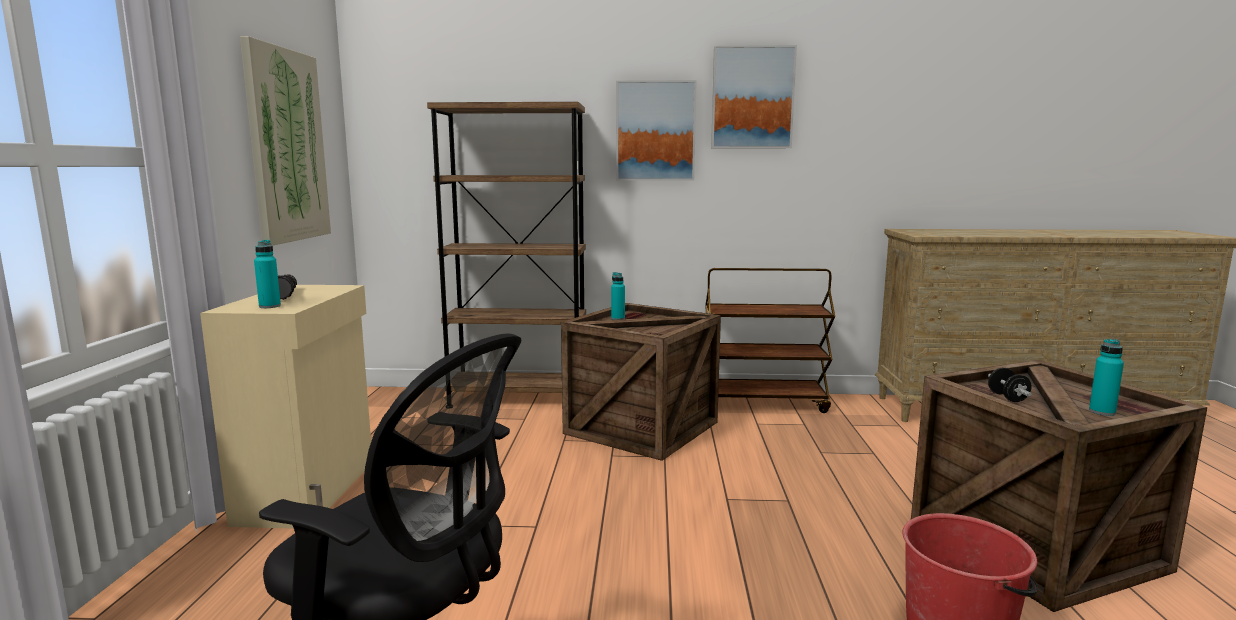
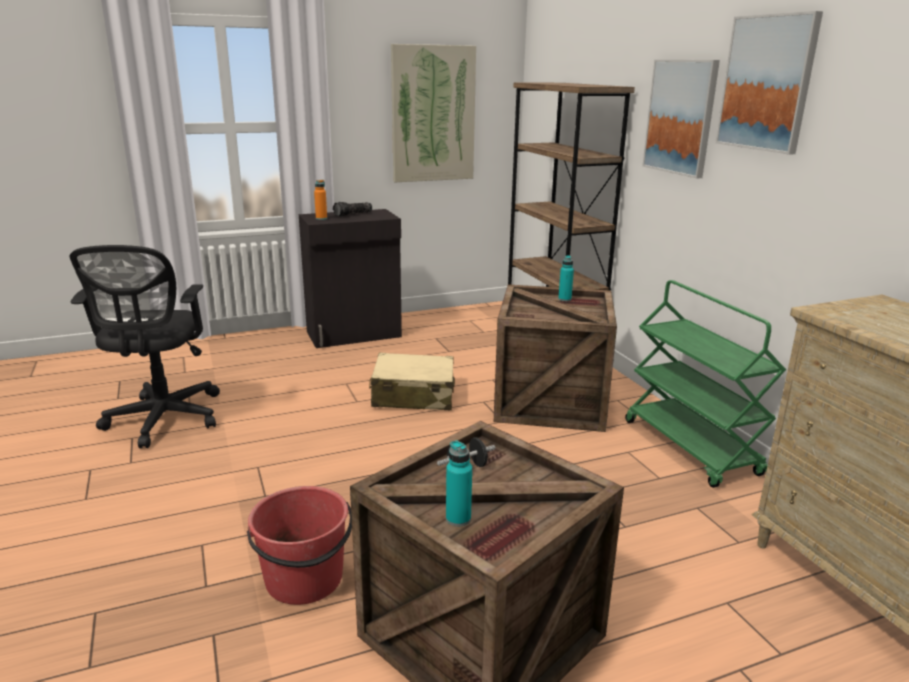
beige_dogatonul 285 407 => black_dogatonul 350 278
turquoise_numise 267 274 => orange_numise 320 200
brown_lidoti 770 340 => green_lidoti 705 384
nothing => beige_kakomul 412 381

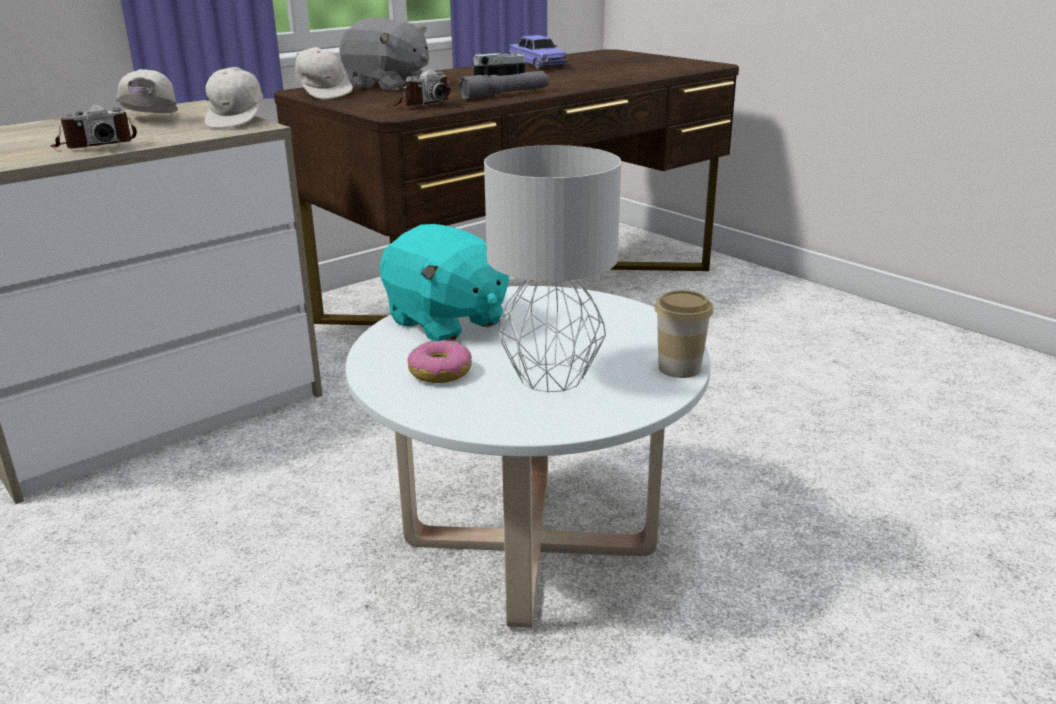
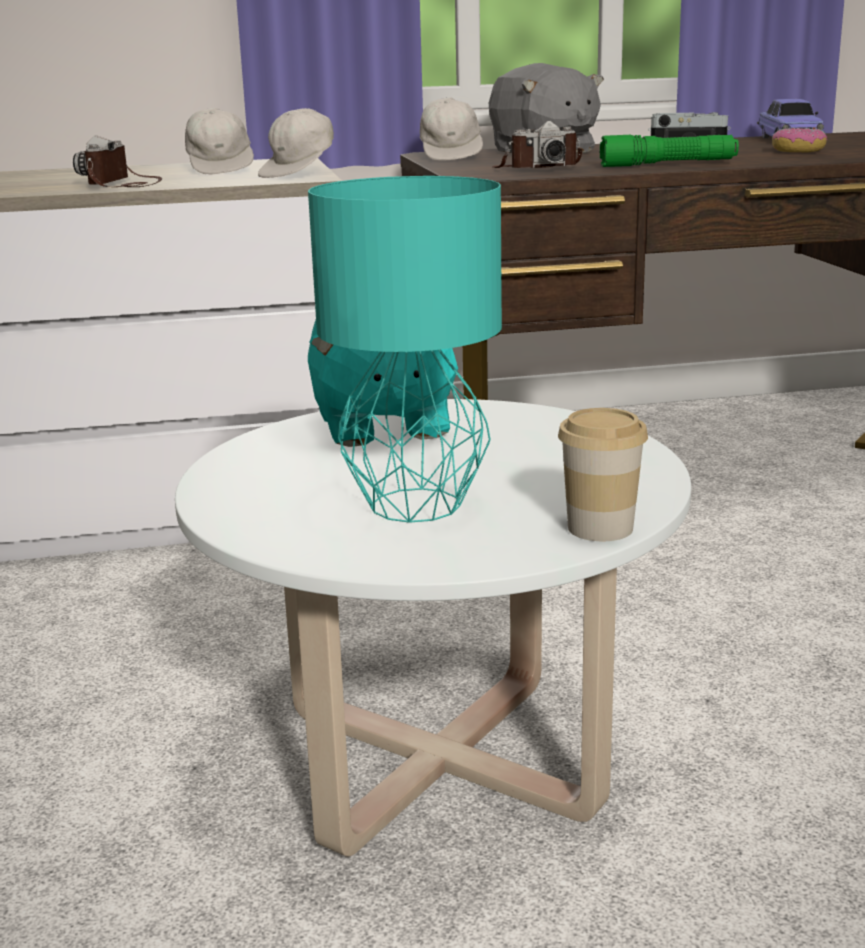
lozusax 93 126 => lozusax 117 161, 105 degrees clockwise
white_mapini 147 91 => white_mapini 219 140, 150 degrees clockwise
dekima 439 361 => dekima 799 140, shifted
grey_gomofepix 503 85 => green_gomofepix 669 151
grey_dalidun 552 268 => turquoise_dalidun 405 349

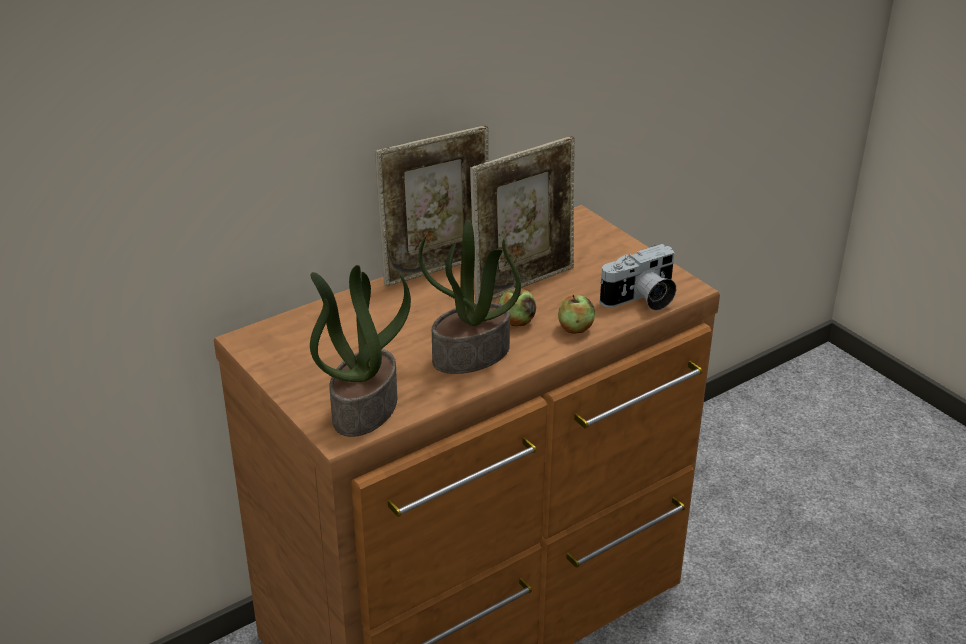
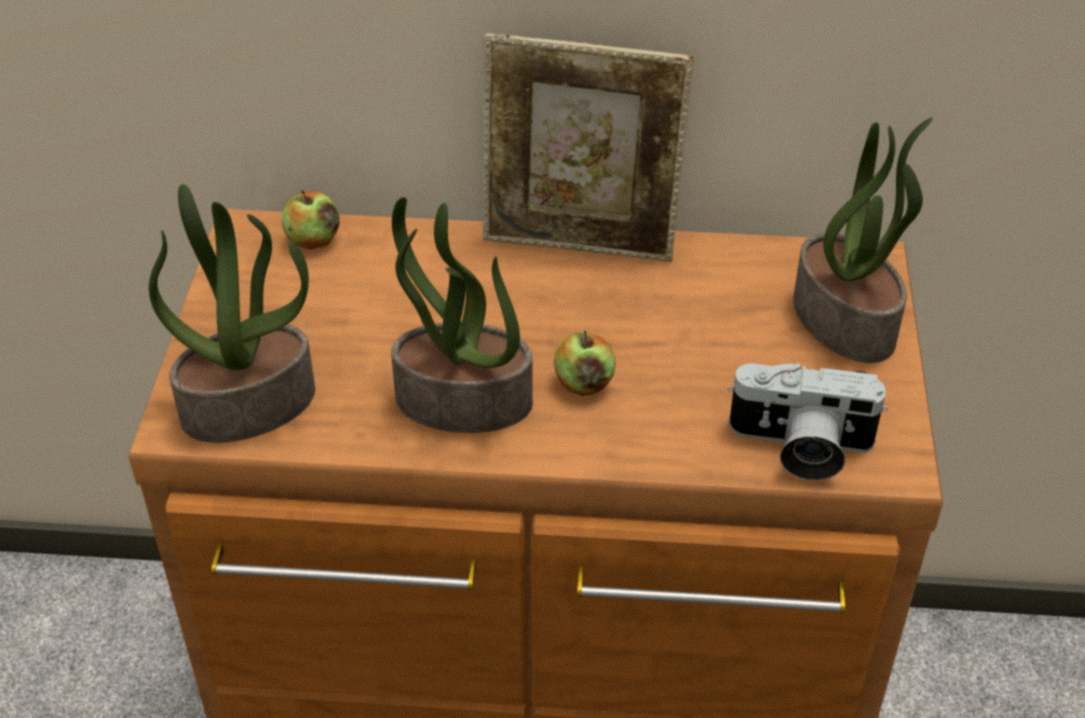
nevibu 522 219 => nothing
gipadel 576 314 => gipadel 311 219, shifted
nothing => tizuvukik 863 240

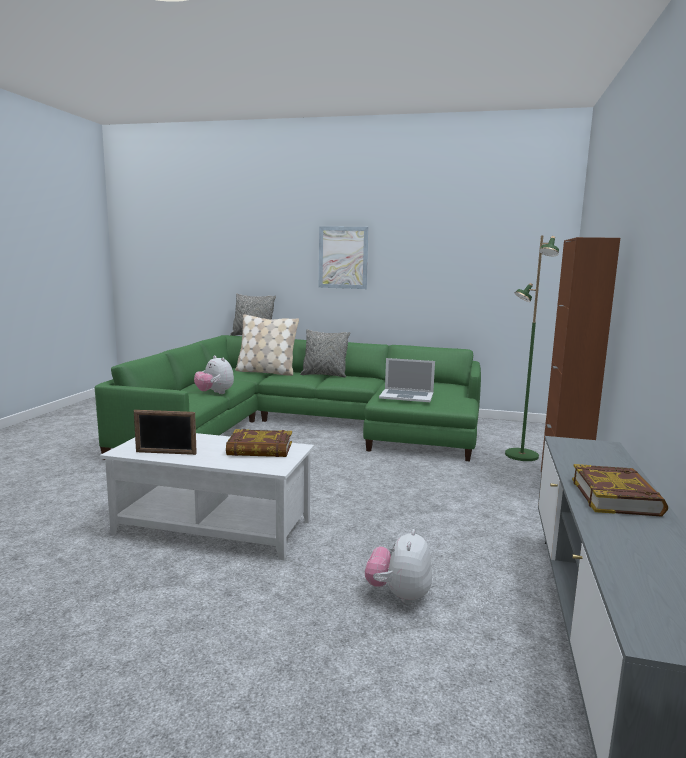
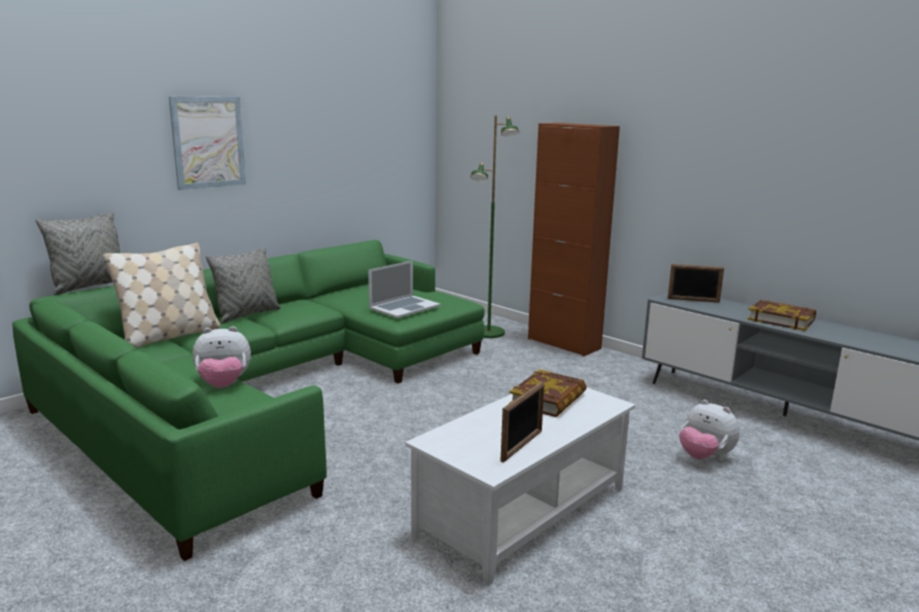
nothing => nevibu 696 283

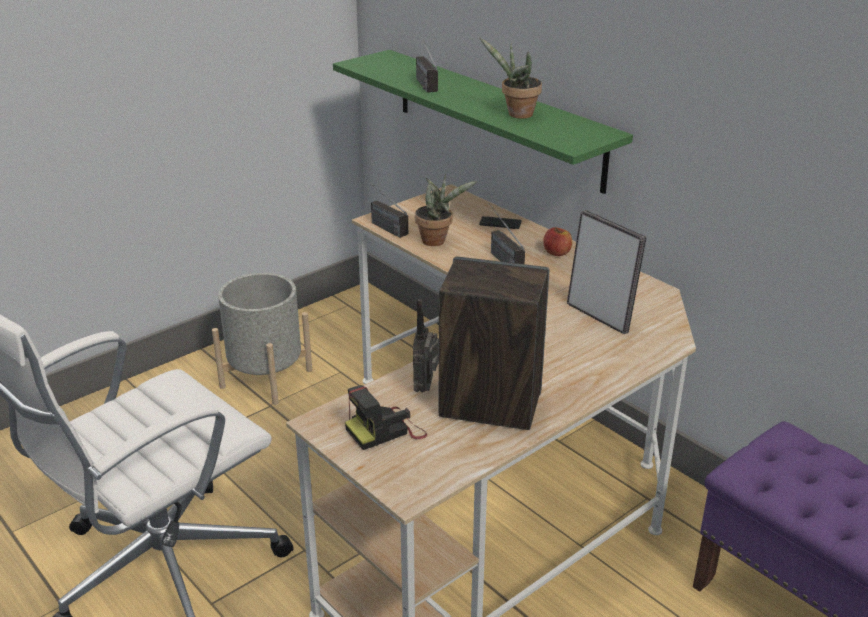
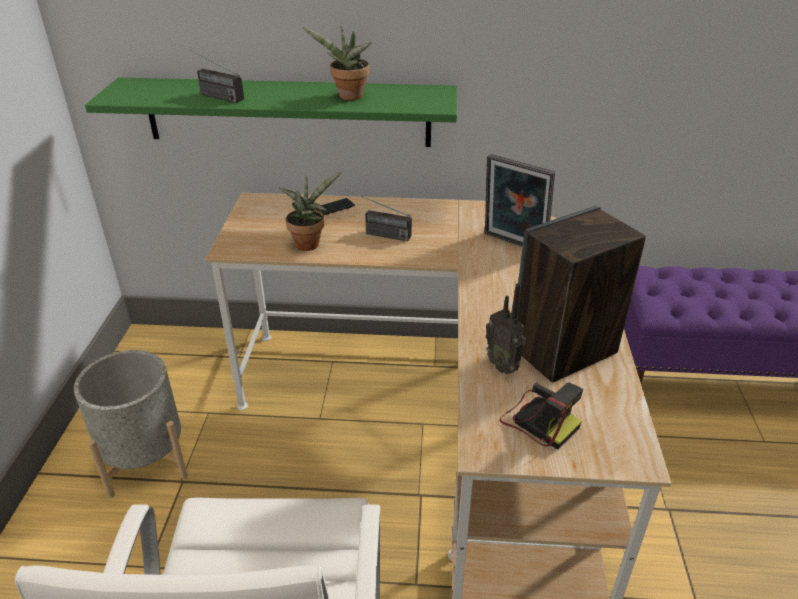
lozusax 386 417 => lozusax 541 415, 60 degrees counterclockwise
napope 387 208 => nothing
gipadel 557 241 => nothing
nevibu 607 272 => nevibu 520 200, 150 degrees counterclockwise

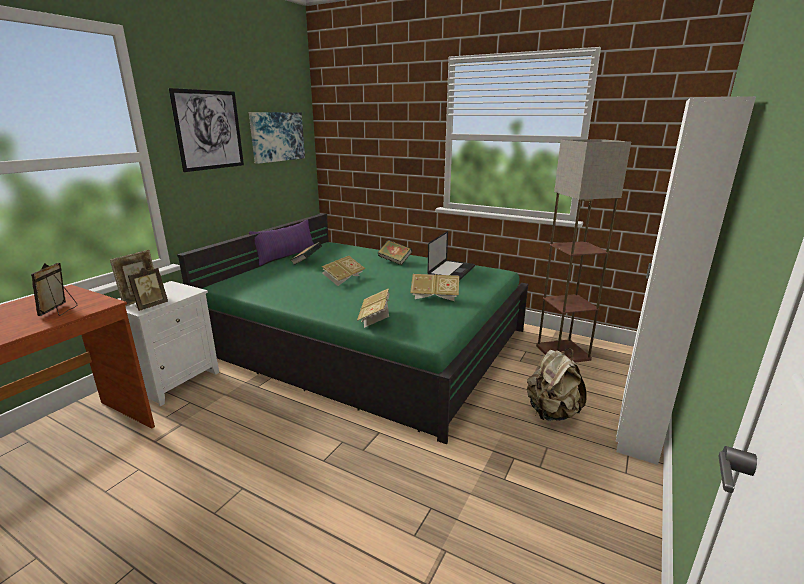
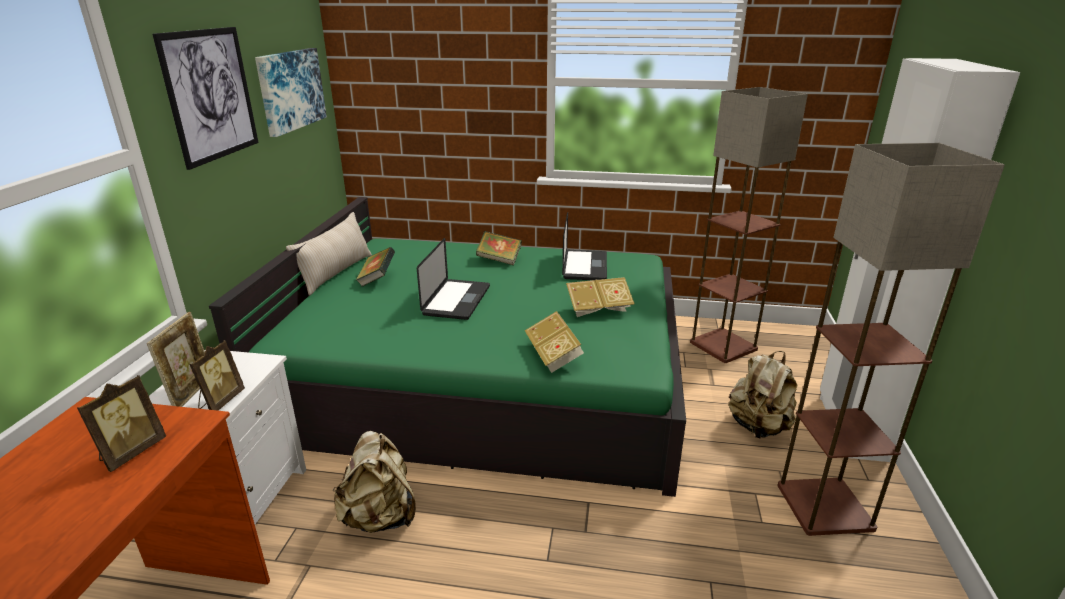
nevibu 54 289 => nevibu 121 423, 135 degrees counterclockwise
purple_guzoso 281 242 => beige_guzoso 329 253
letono 343 271 => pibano 453 279
nothing => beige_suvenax 374 482
nothing => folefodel 891 339

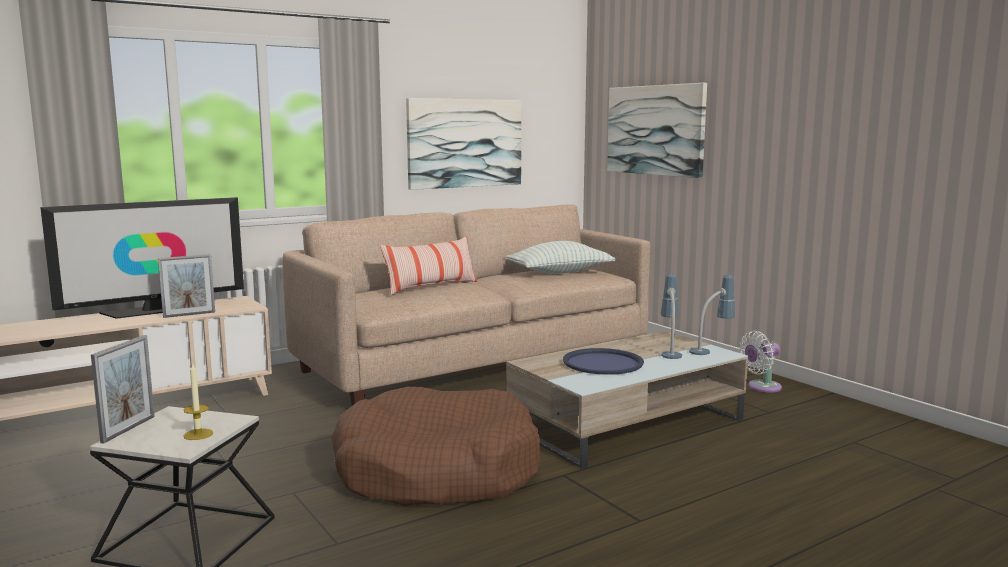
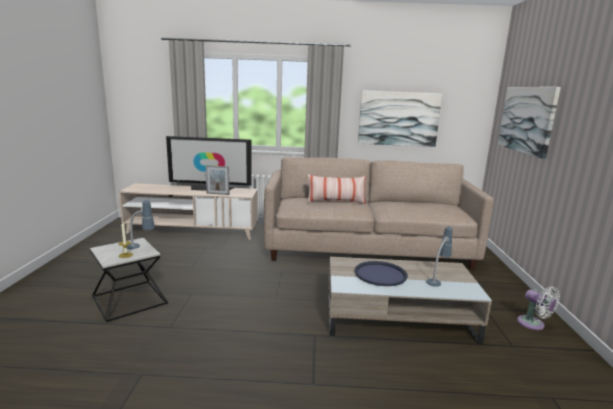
nevibu 123 389 => nothing
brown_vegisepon 436 446 => nothing
guzoso 560 257 => nothing
dalidun 712 315 => dalidun 141 224, shifted
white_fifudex 760 362 => white_fifudex 538 308, 135 degrees counterclockwise

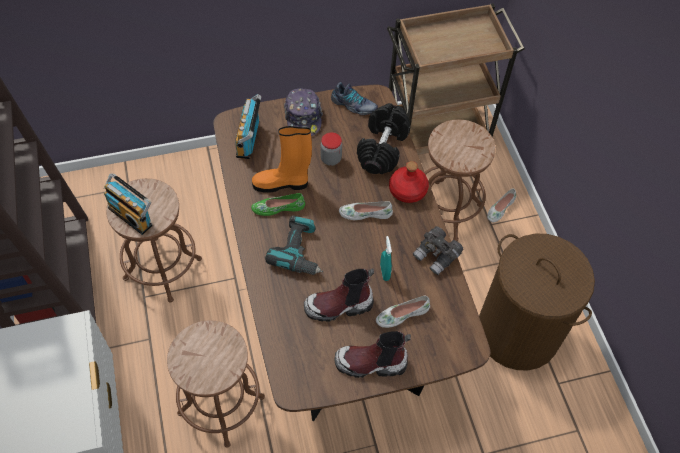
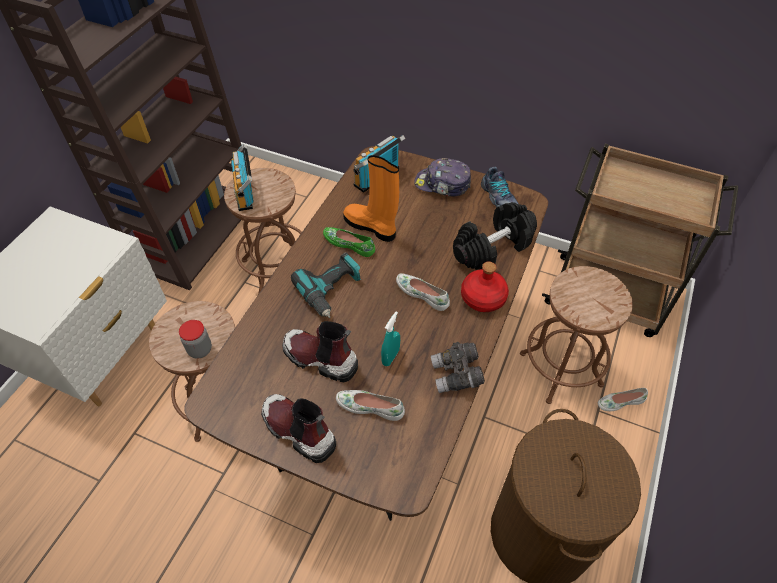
mapini 303 112 => mapini 442 177, 75 degrees clockwise
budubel 331 149 => budubel 195 339, shifted

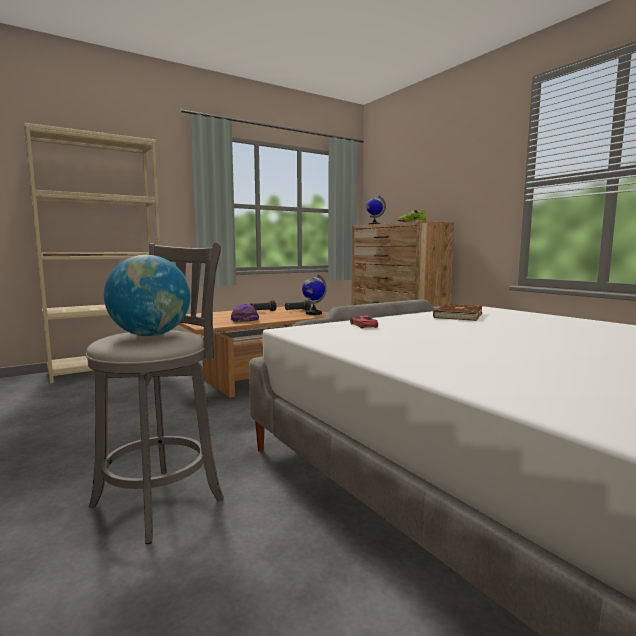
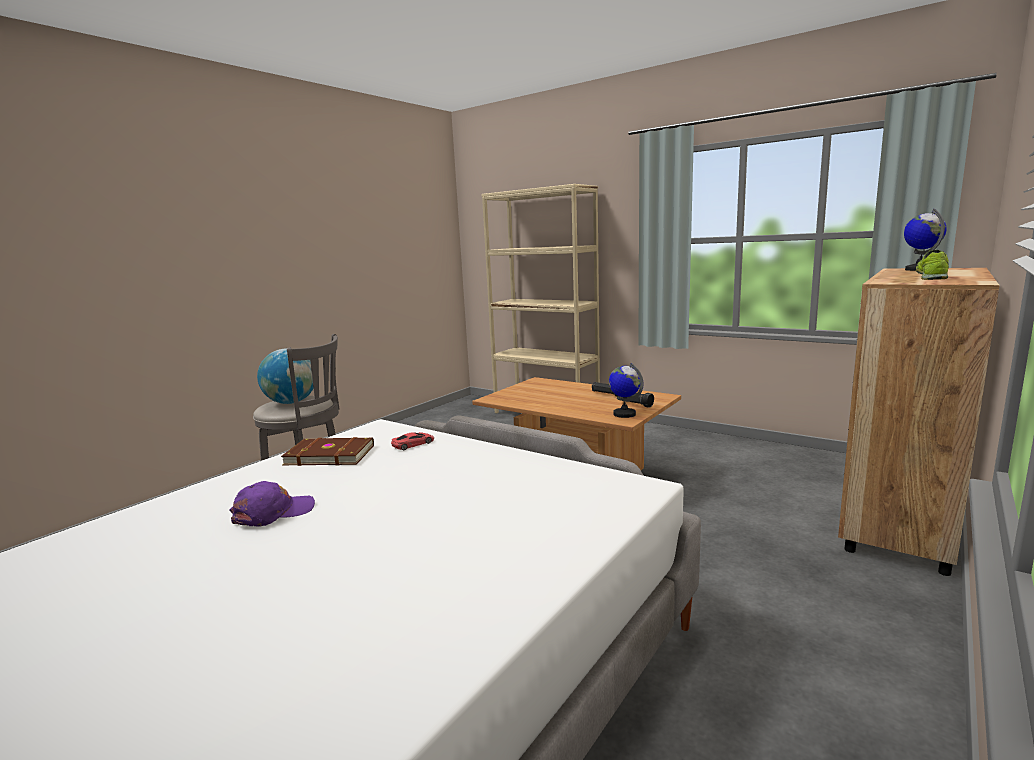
purple_mapini 245 313 => purple_mapini 272 503, shifted
brown_letono 458 312 => brown_letono 327 451, shifted

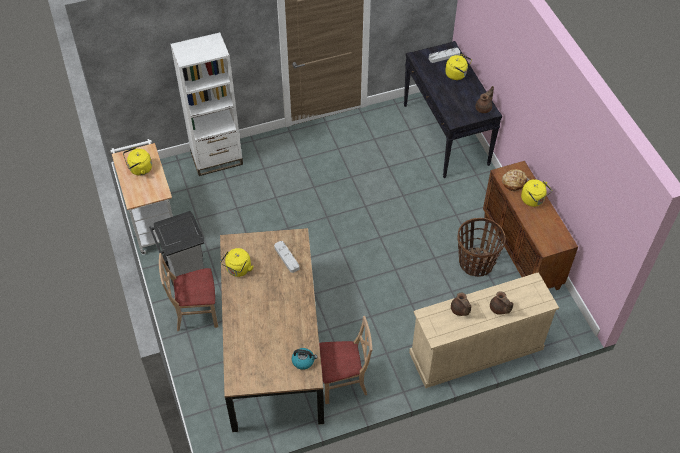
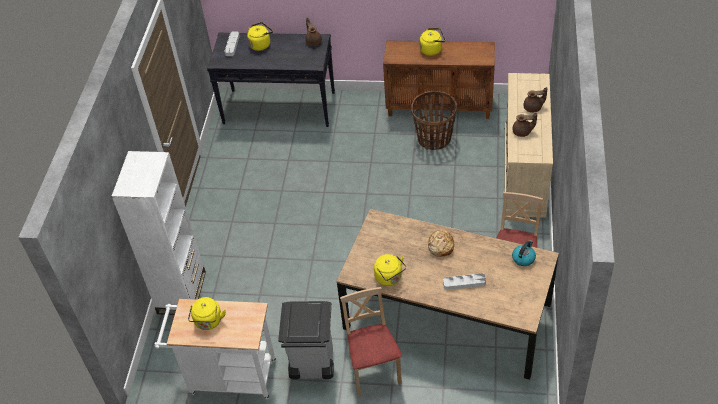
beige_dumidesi 188 292 => beige_dumidesi 371 341, 150 degrees clockwise
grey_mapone 287 257 => grey_mapone 464 281, shifted
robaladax 515 180 => robaladax 441 243, shifted

